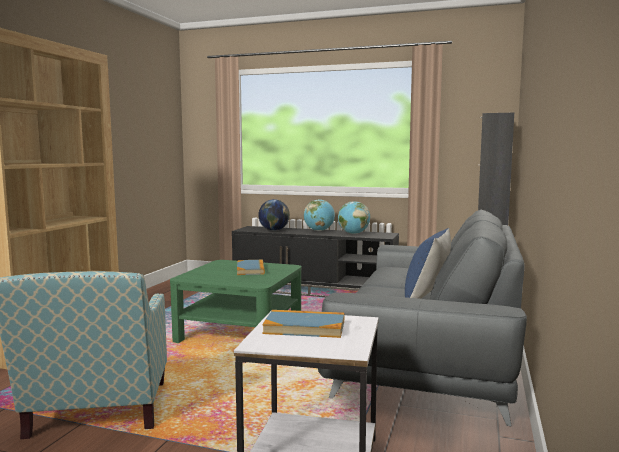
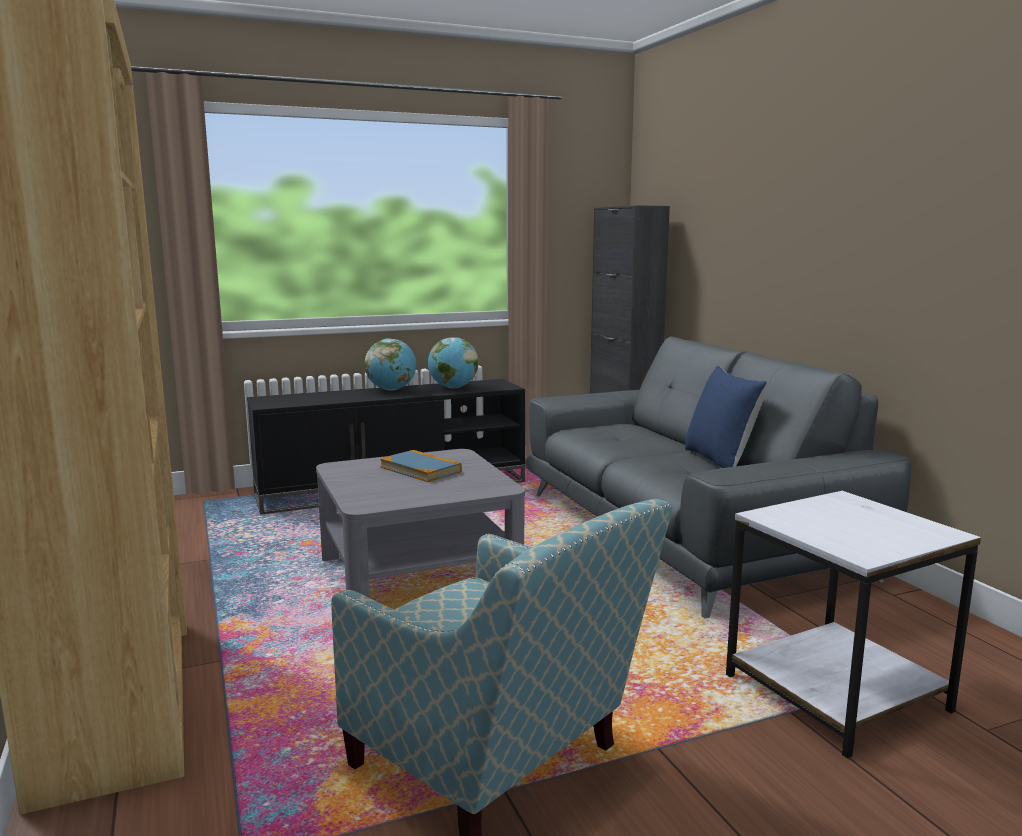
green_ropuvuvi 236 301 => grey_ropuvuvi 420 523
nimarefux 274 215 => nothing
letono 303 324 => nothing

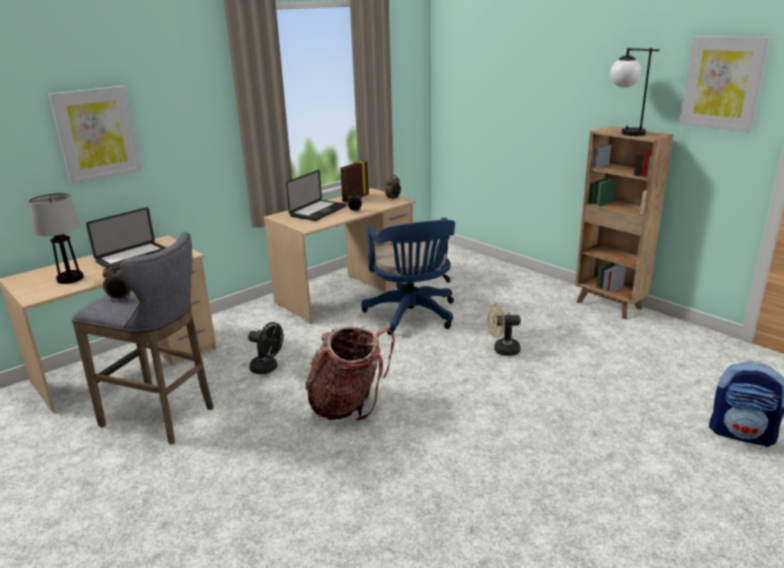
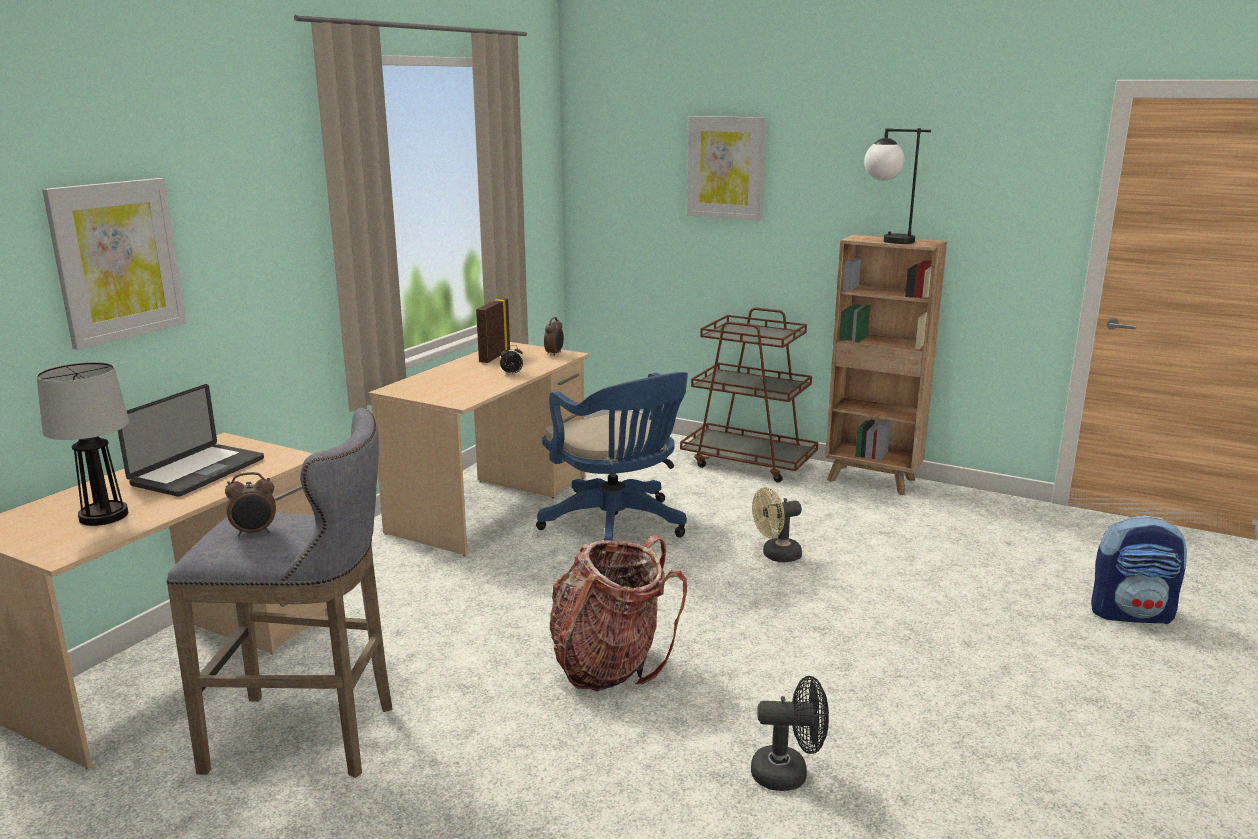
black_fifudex 265 348 => black_fifudex 790 733, shifted
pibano 316 195 => nothing
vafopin 725 84 => vafopin 726 168, shifted
nothing => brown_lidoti 749 395

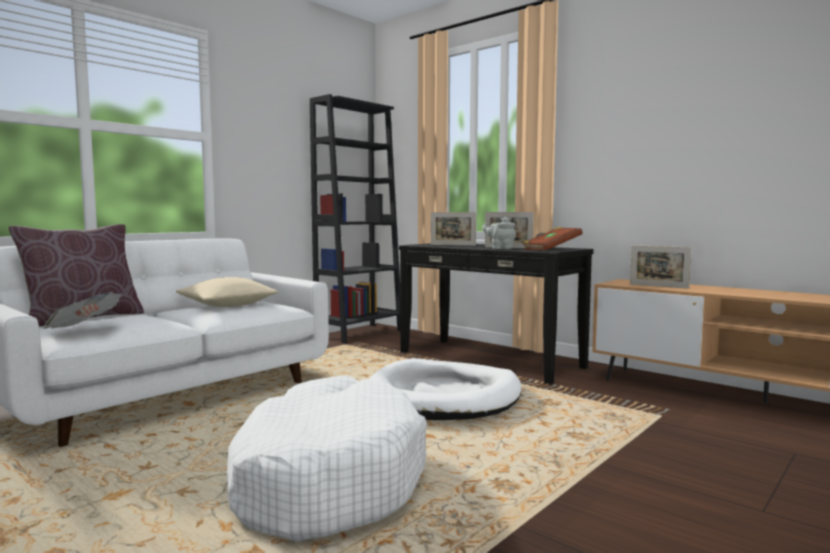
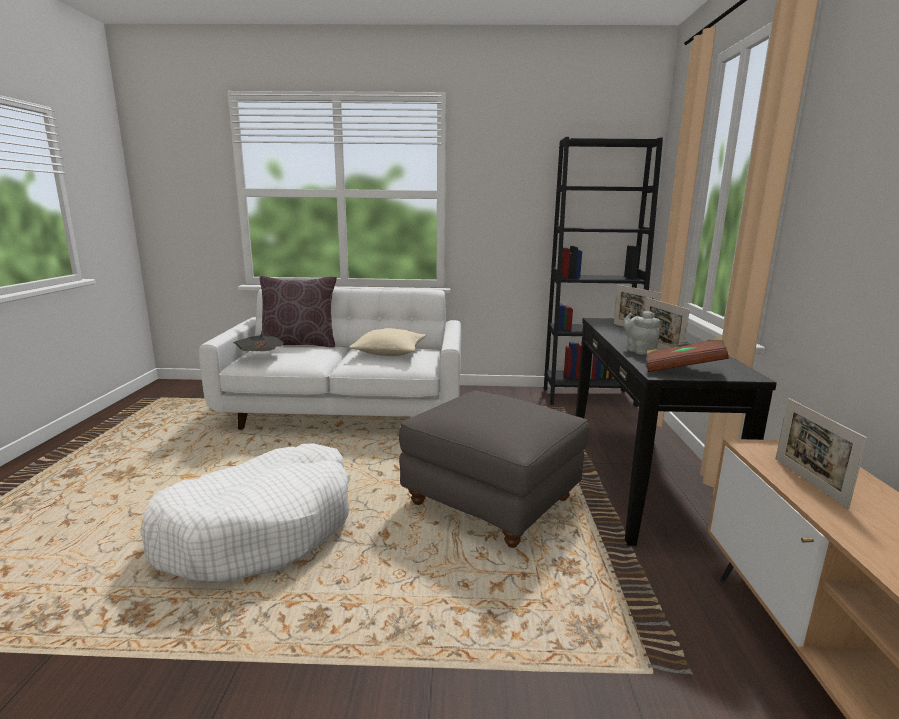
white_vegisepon 445 389 => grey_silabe 494 469

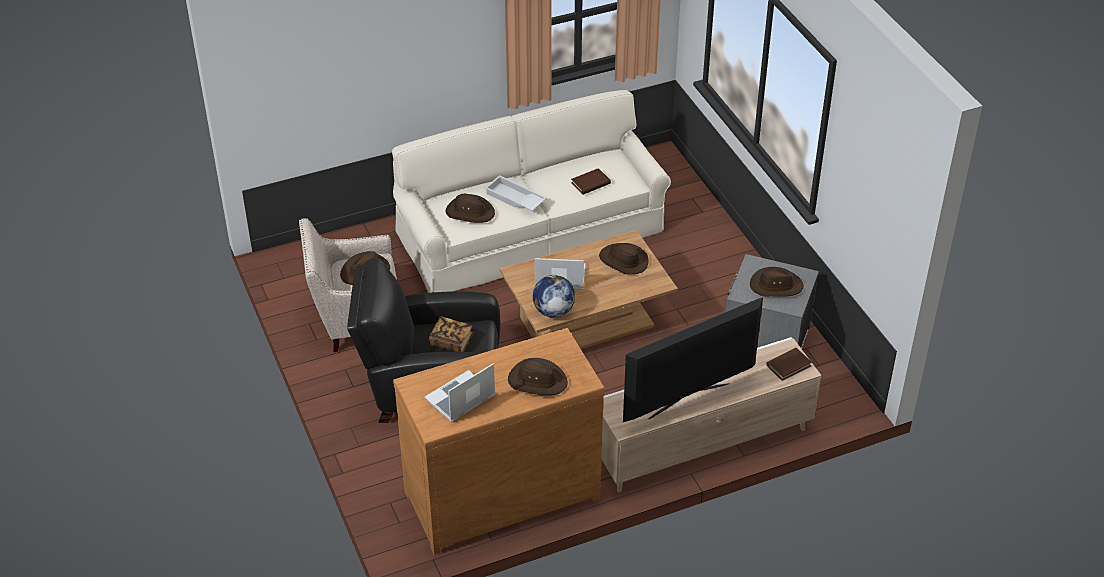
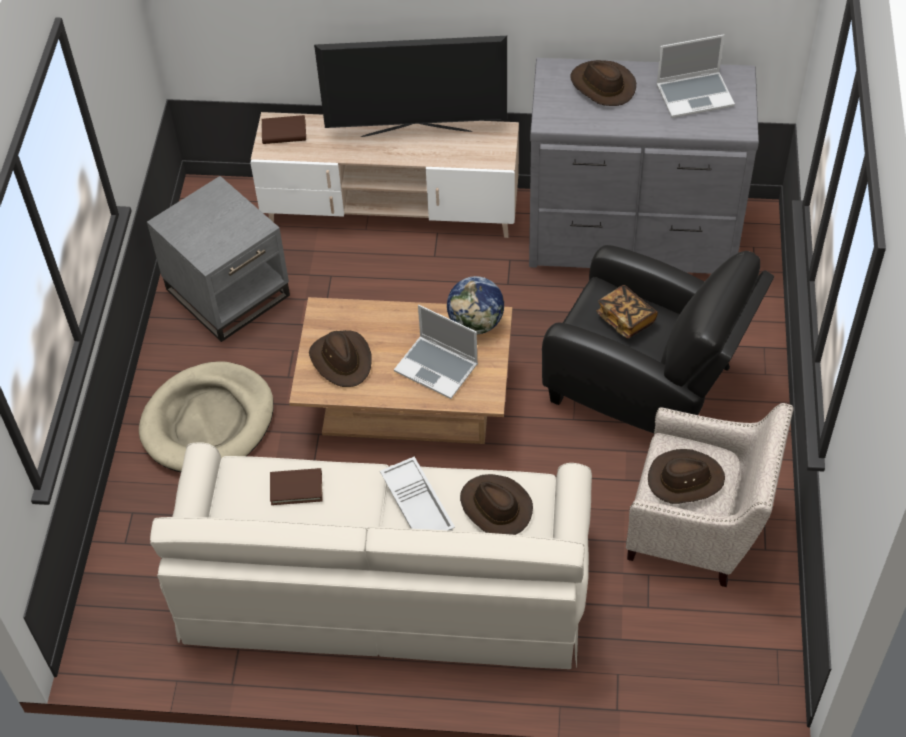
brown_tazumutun 499 441 => grey_tazumutun 644 166
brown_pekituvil 777 282 => nothing
nothing => beige_vegisepon 206 416

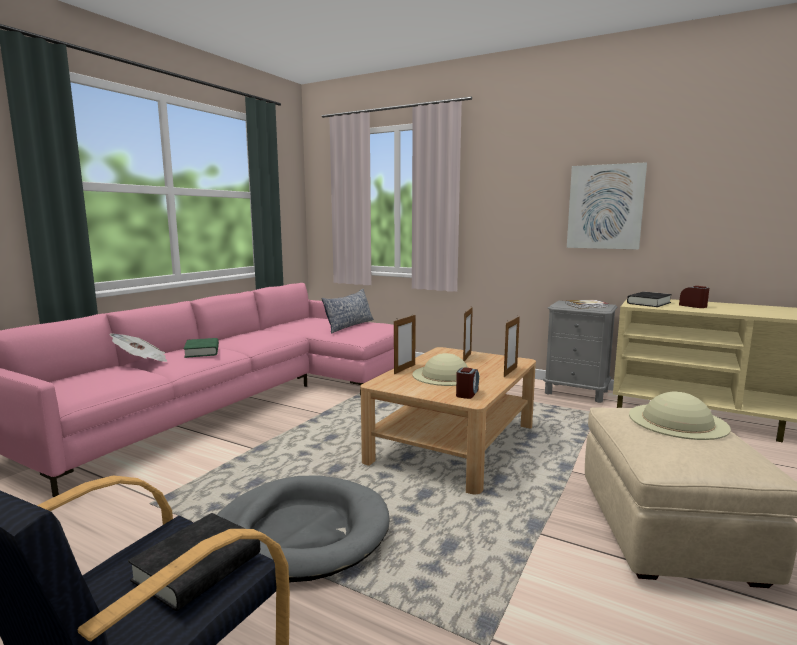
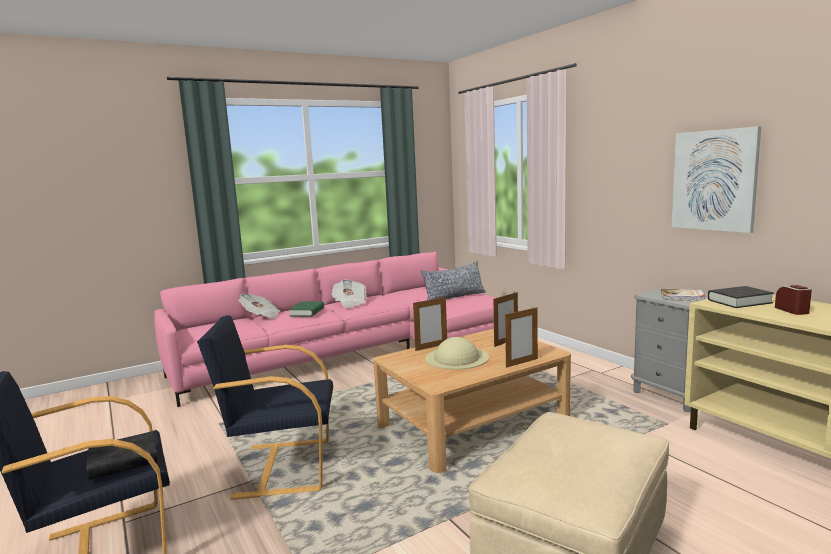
grey_vegisepon 303 529 => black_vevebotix 265 407
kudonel 467 383 => nothing
beige_pekituvil 680 416 => nothing
nothing => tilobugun 349 293

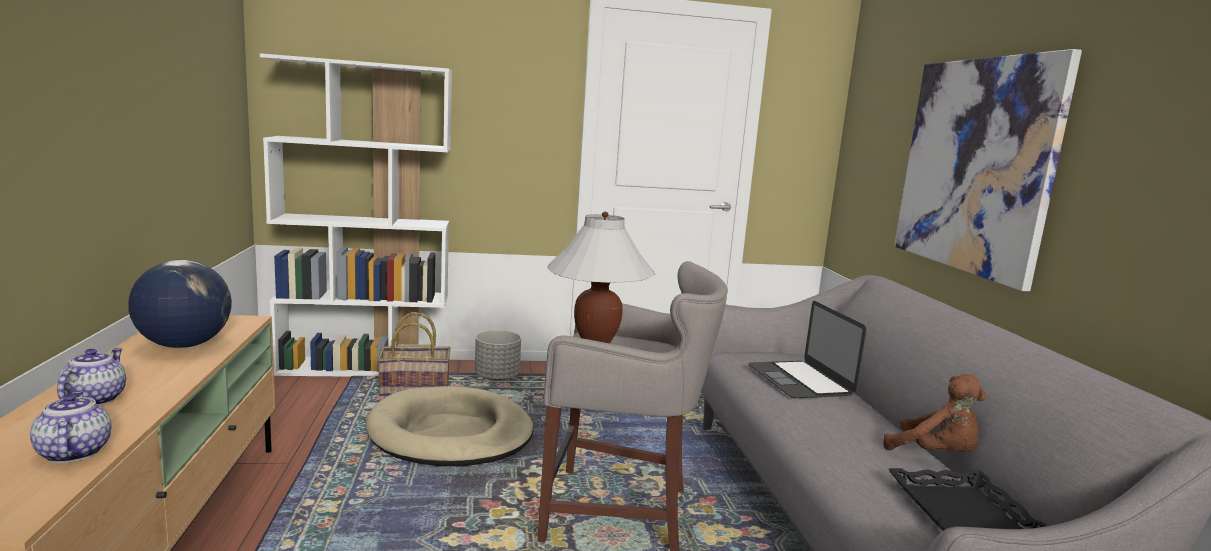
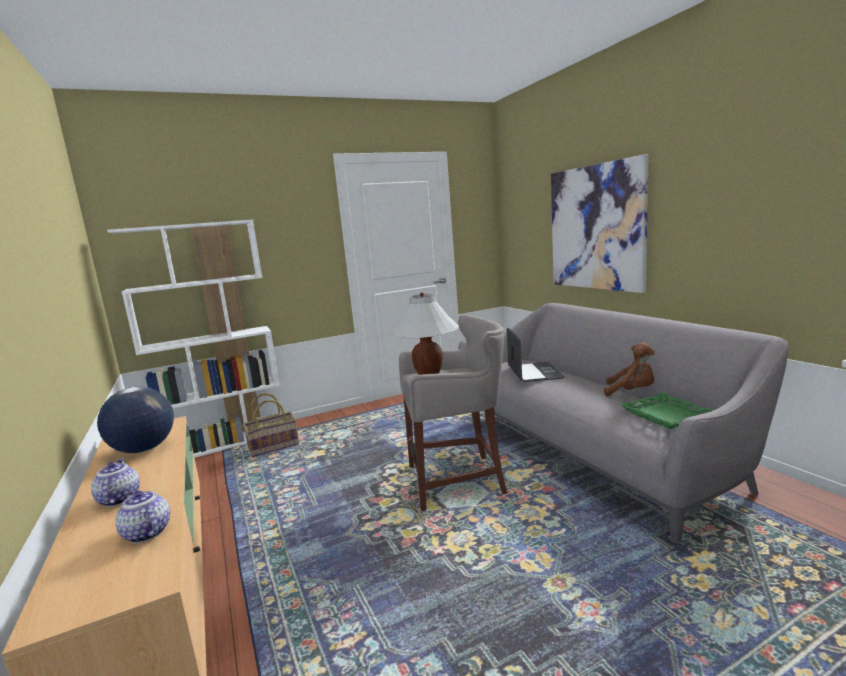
beige_vegisepon 450 426 => nothing
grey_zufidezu 498 355 => nothing
pibano 807 349 => pibano 536 355, 150 degrees counterclockwise
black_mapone 967 499 => green_mapone 666 410

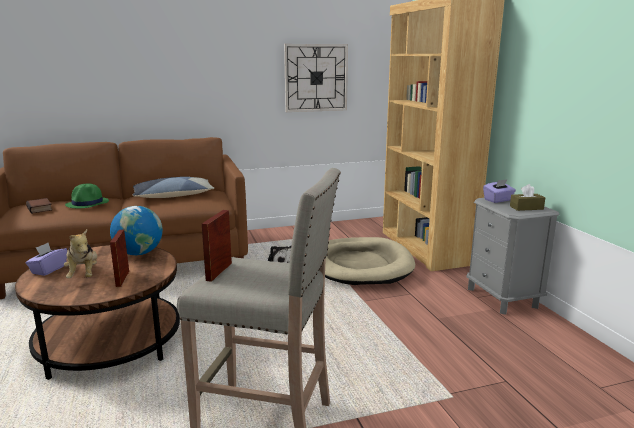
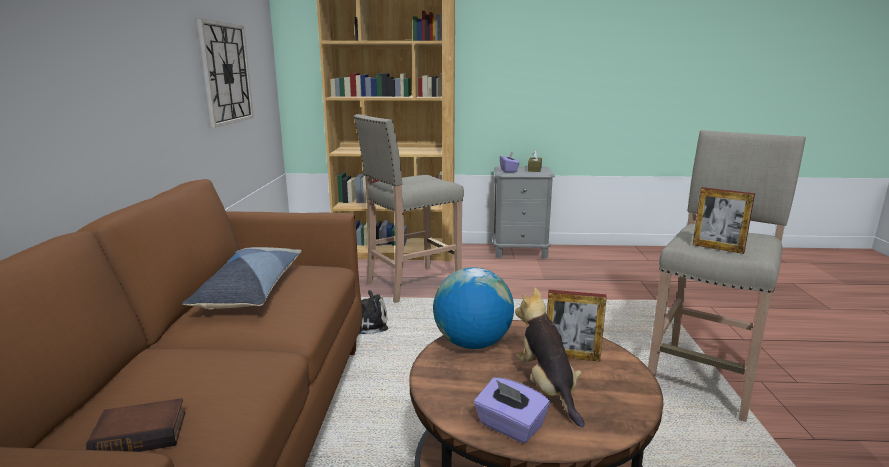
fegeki 80 253 => fegeki 550 357, 105 degrees counterclockwise
green_pekituvil 87 195 => nothing
beige_vegisepon 370 261 => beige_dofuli 408 208

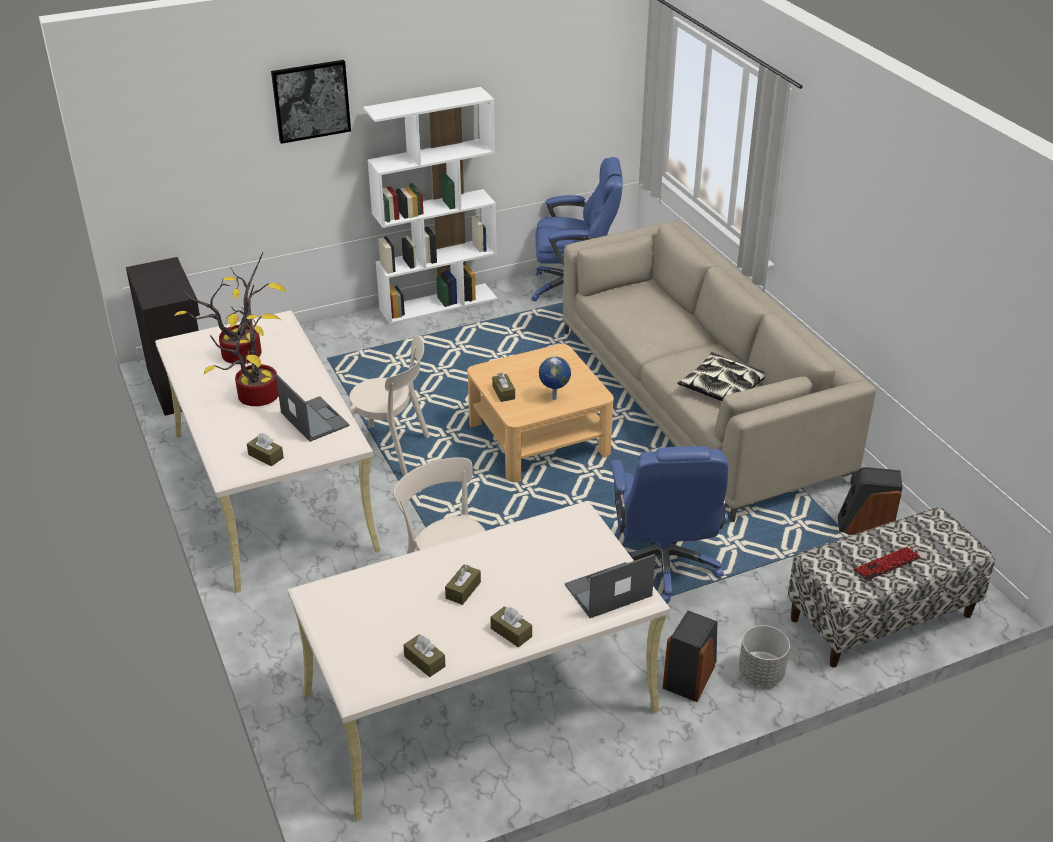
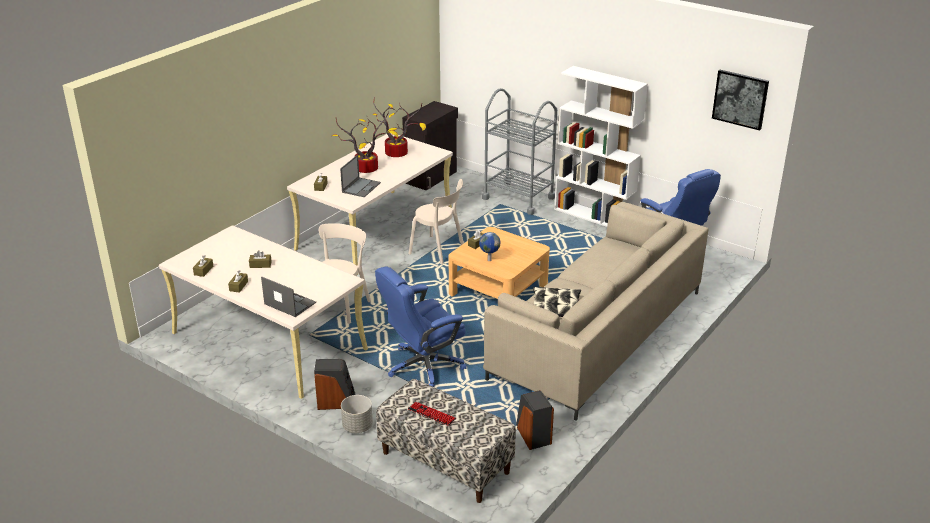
vafopin 311 102 => vafopin 740 100, shifted
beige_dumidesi 387 405 => beige_dumidesi 436 222, 45 degrees counterclockwise
nothing => grey_lidoti 519 151

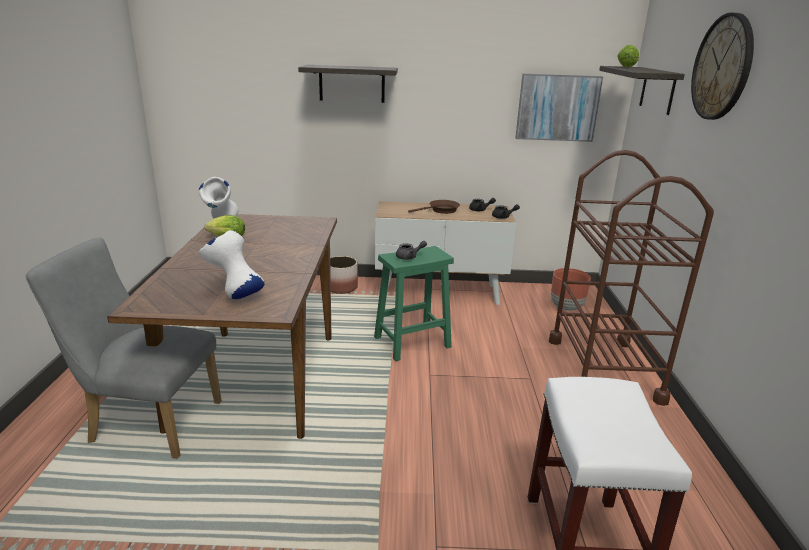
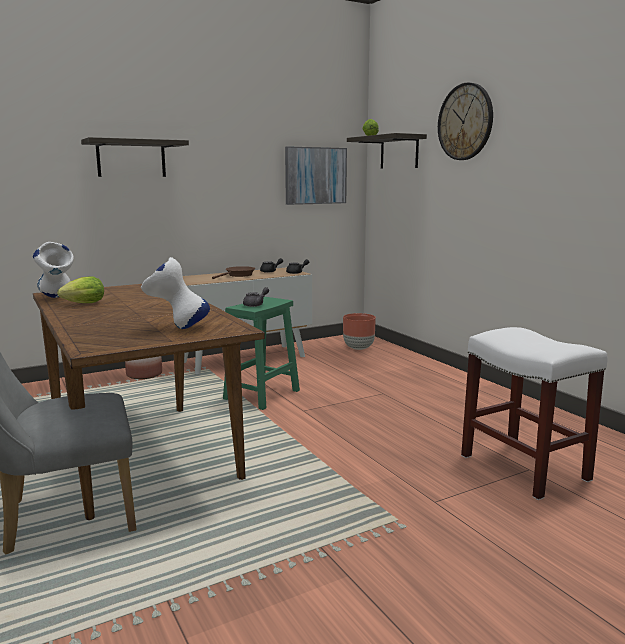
brown_lidoti 631 278 => nothing

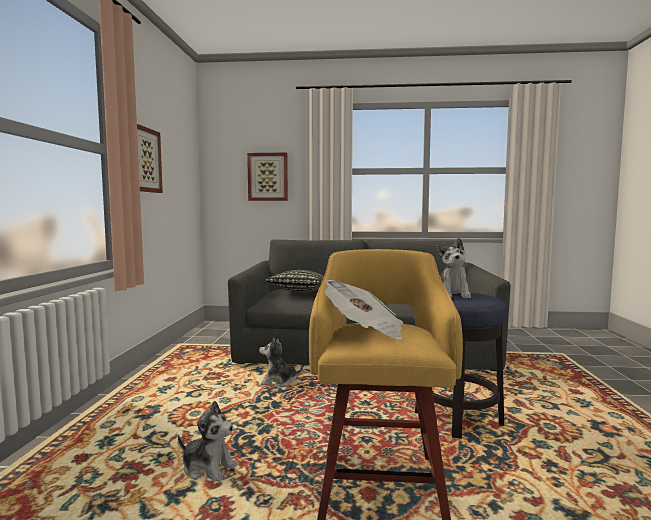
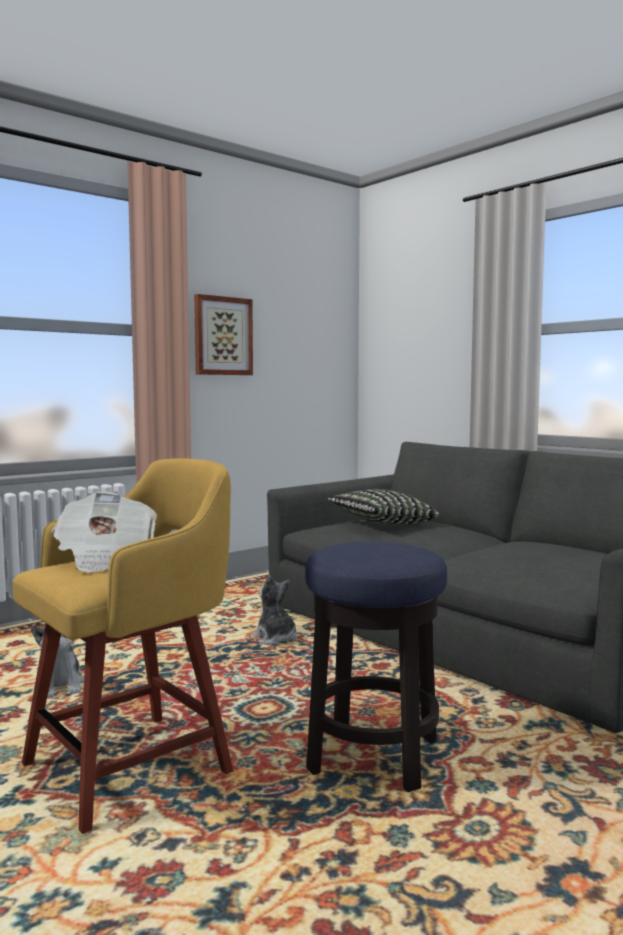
vafopin 267 176 => nothing
fegeki 453 268 => nothing

